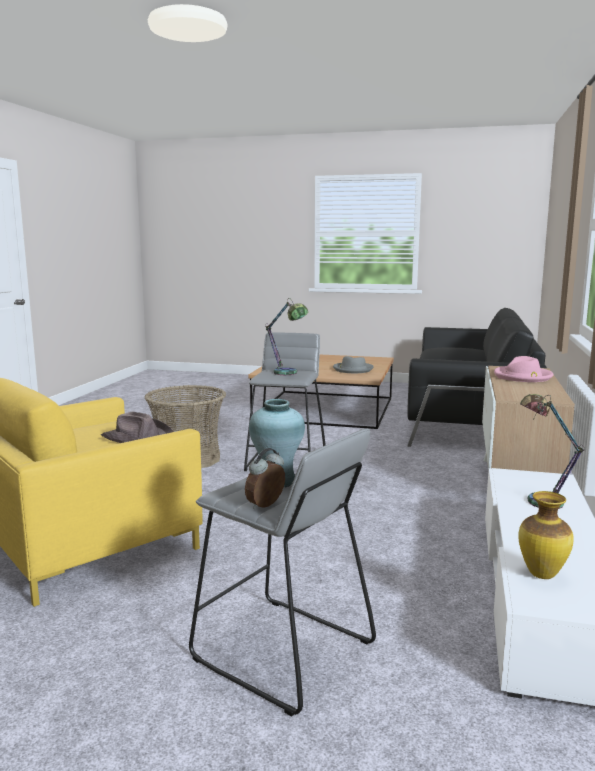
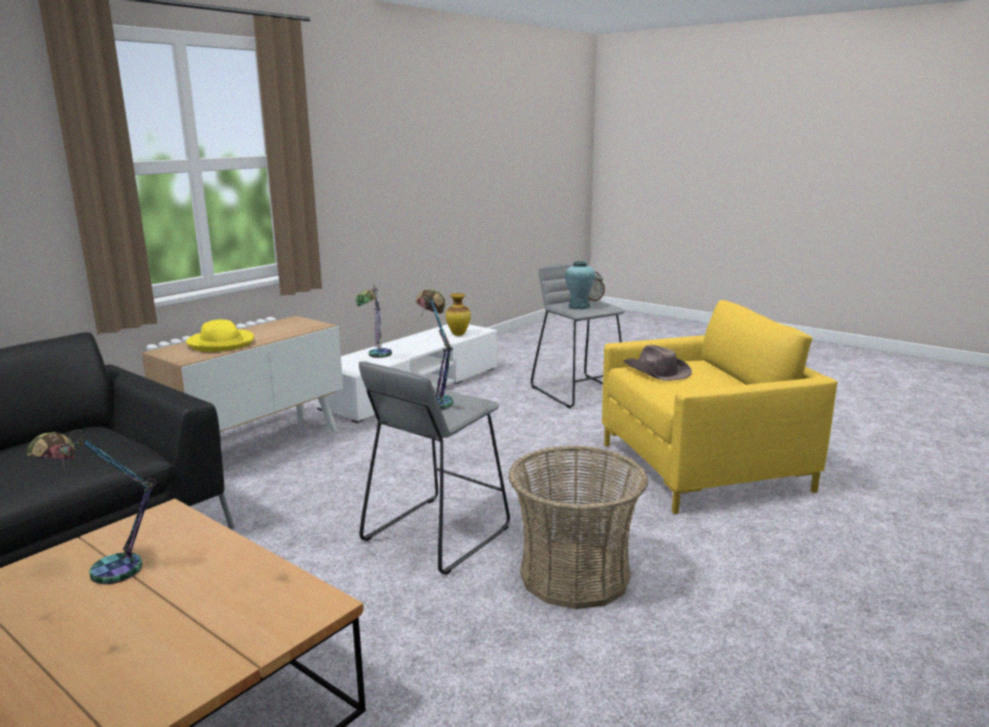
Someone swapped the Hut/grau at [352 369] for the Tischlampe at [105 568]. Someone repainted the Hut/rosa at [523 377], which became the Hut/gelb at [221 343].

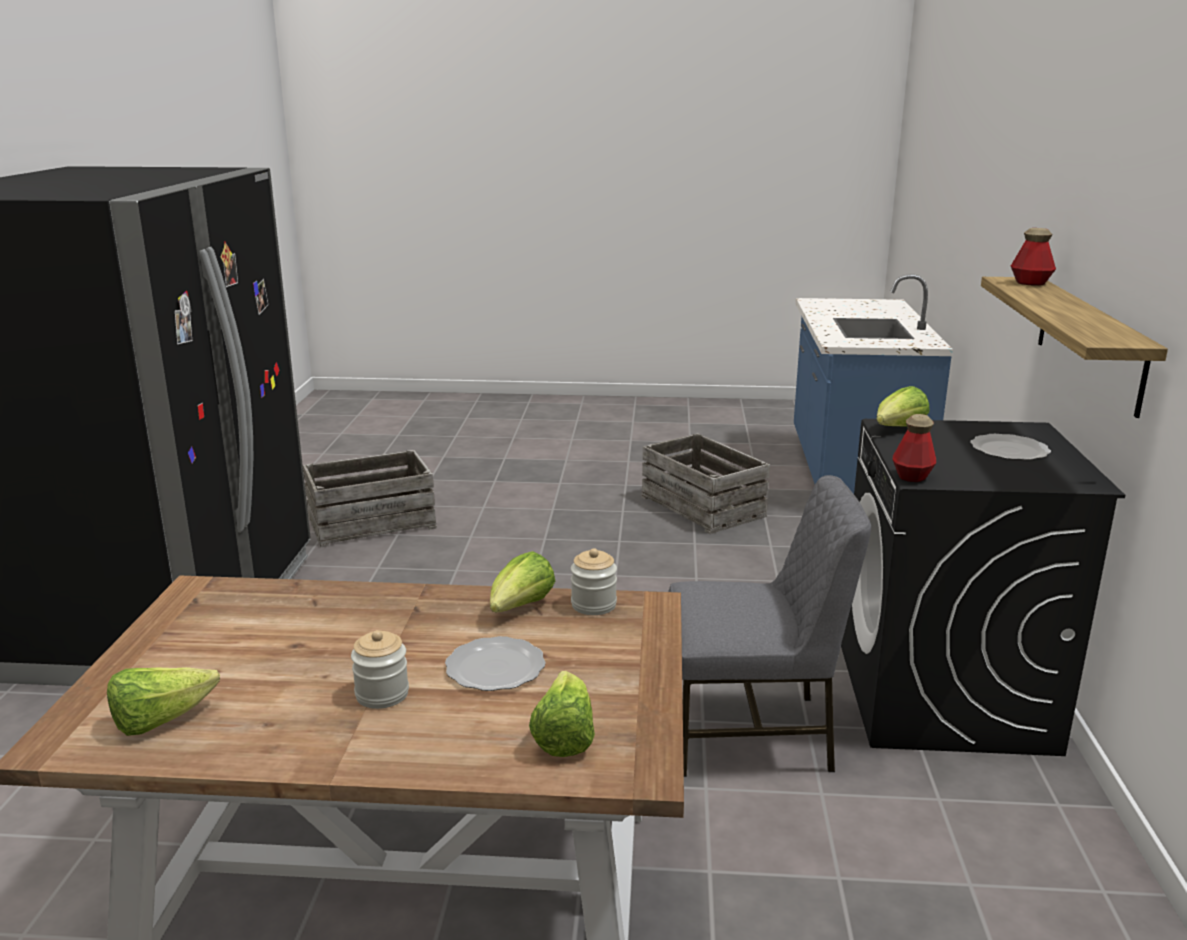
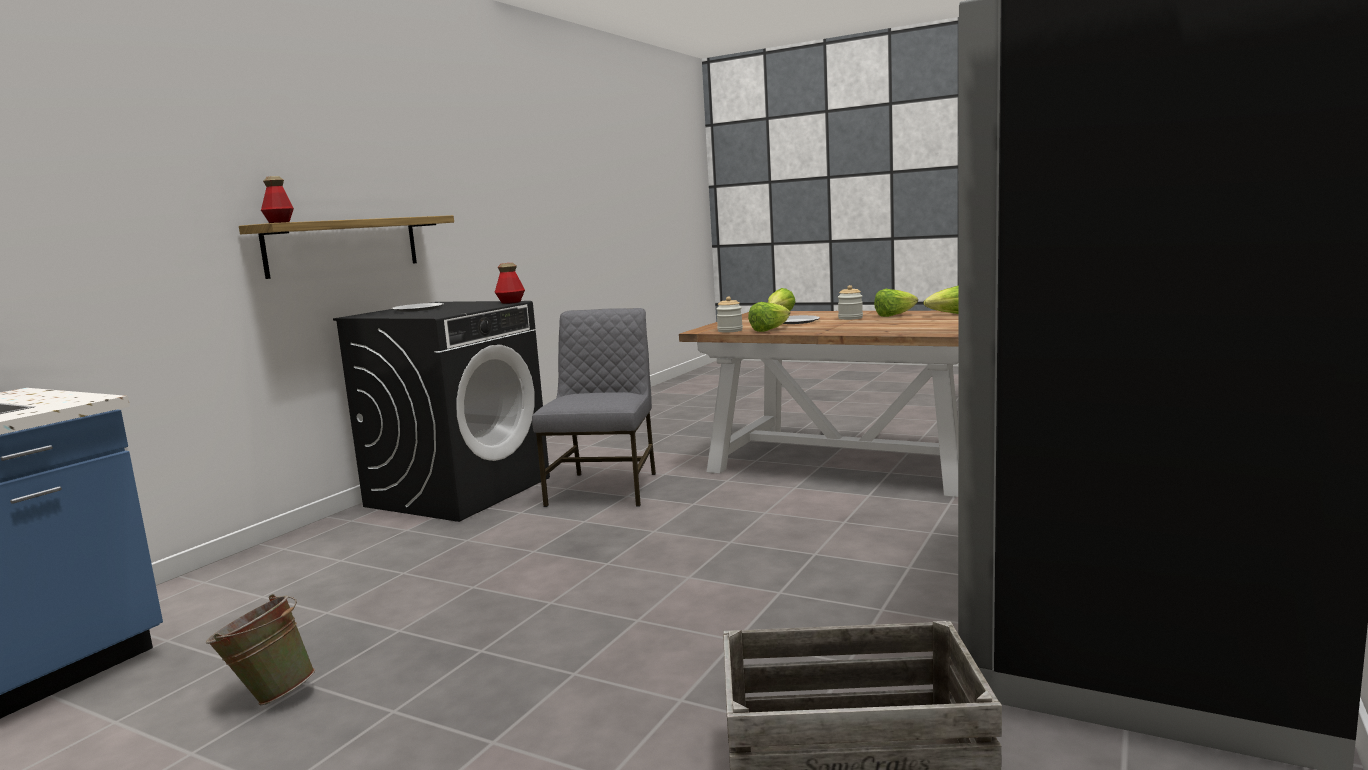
Someone carried the Salatkopf from [898 429] to [894 315]. Someone swapped the Kiste at [703 506] for the Eimer/grün at [269 695]. Someone rotated the Stuhl/grau at [752 733] by 75 degrees clockwise.

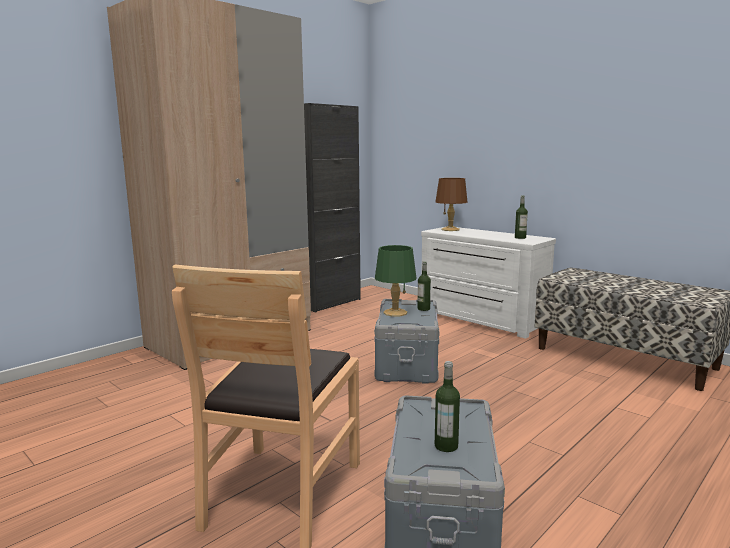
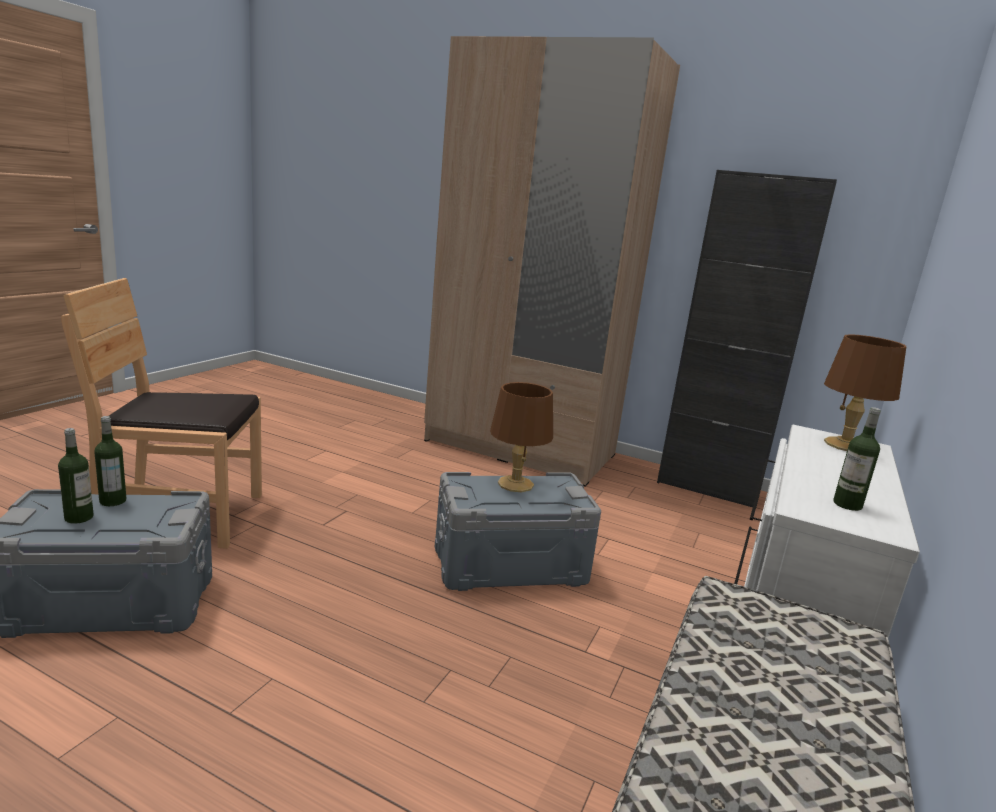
Someone repainted the Tischlampe/grün at [395 312], which became the Tischlampe/braun at [516 484]. Someone carried the Flasche from [423 309] to [113 501].

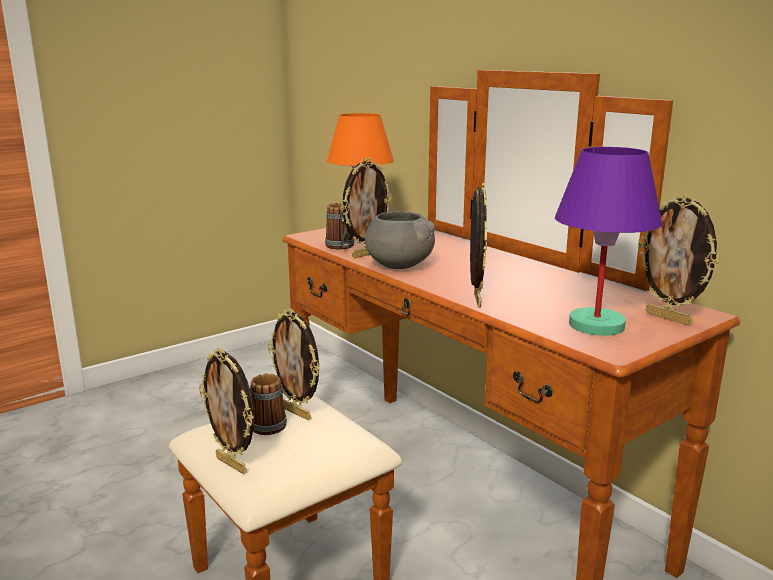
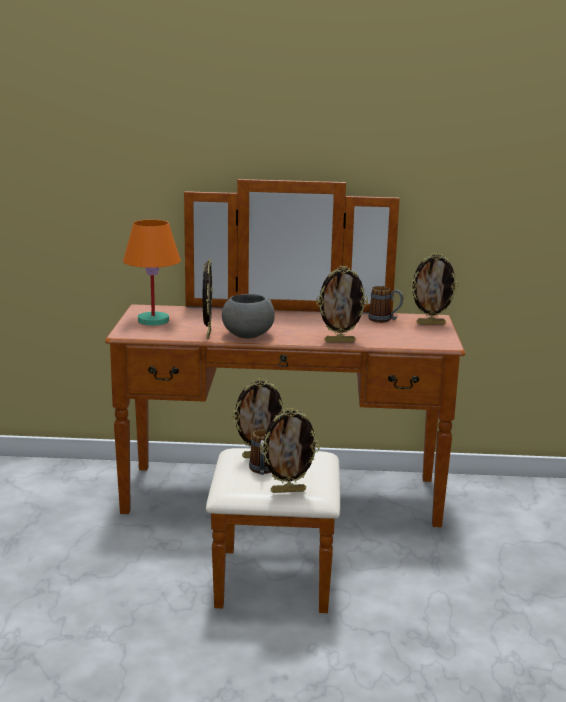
Someone took away the Tischlampe/lila at [596 325]. Someone rotated the Bilderrahmen at [475 300] by 135 degrees clockwise. Someone carried the Henkelbecher from [341 247] to [384 320].

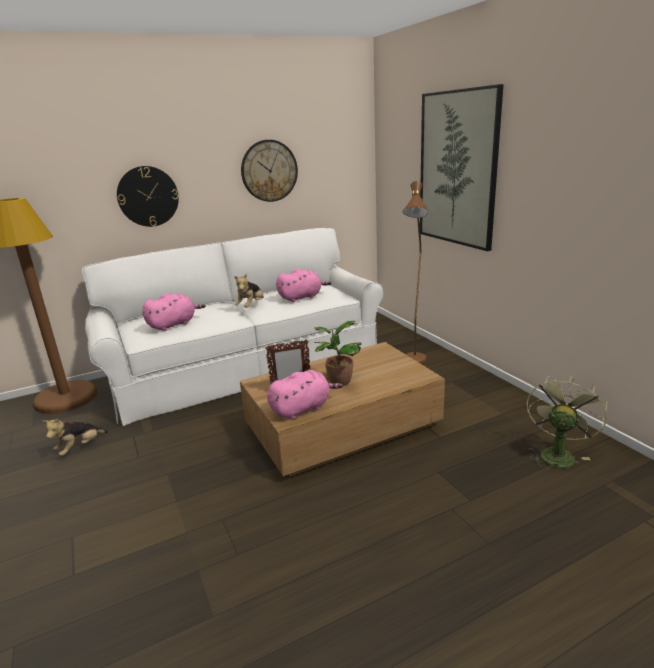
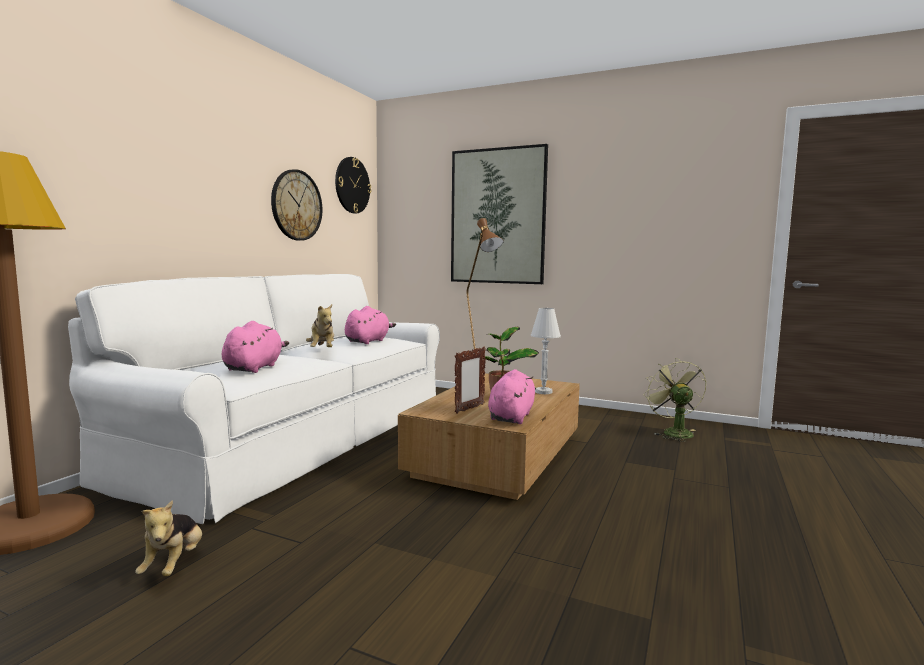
Someone carried the Wanduhr from [148 196] to [352 185]. Someone put down the Tischlampe/weiß at [543 392].

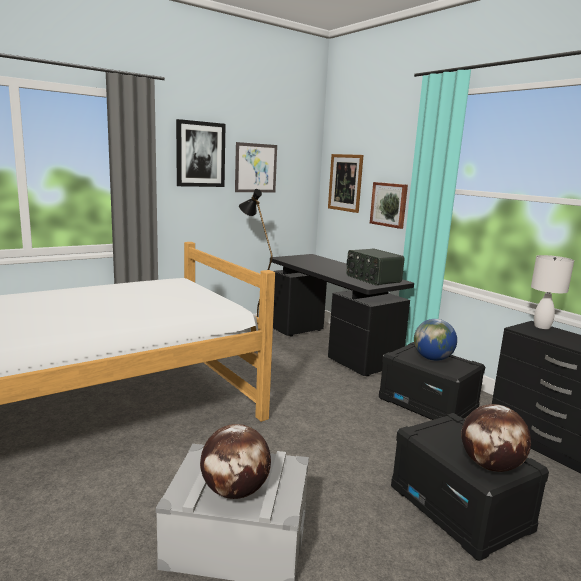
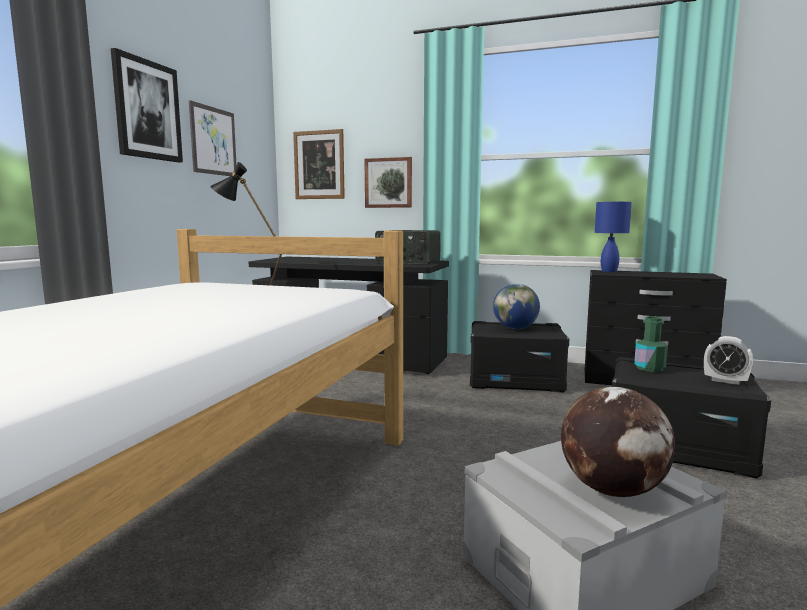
Someone repainted the Tischlampe/weiß at [541 326], which became the Tischlampe/blau at [608 271]. Someone swapped the Globus at [491 466] for the Wecker at [725 381]. Someone put down the Flasche/grün at [649 368].

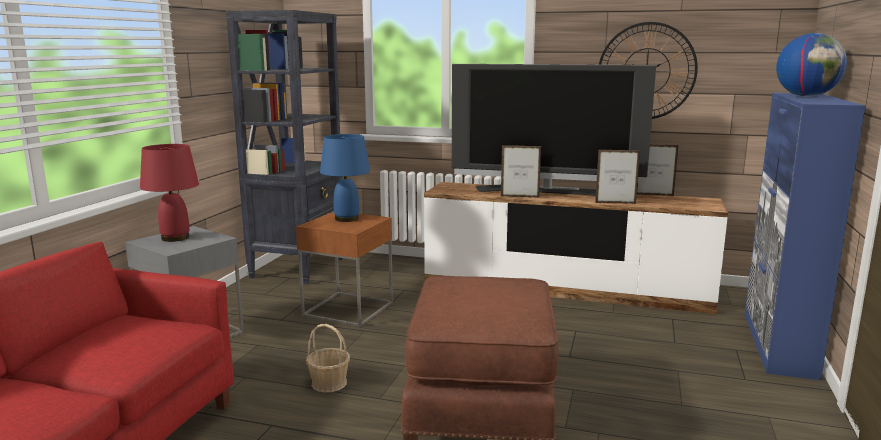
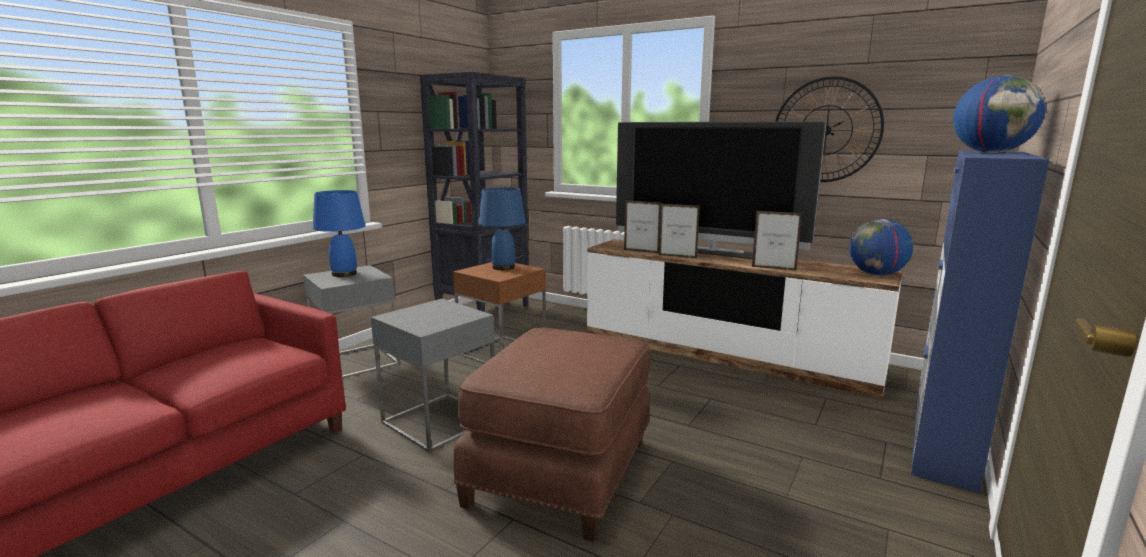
Someone repainted the Tischlampe/rot at [176 238], which became the Tischlampe/blau at [344 274]. Someone carried the Bilderrahmen from [654 195] to [641 251]. Someone swapped the Korb at [329 383] for the Beistelltisch/grau at [439 421]. Someone put down the Globus at [876 274].

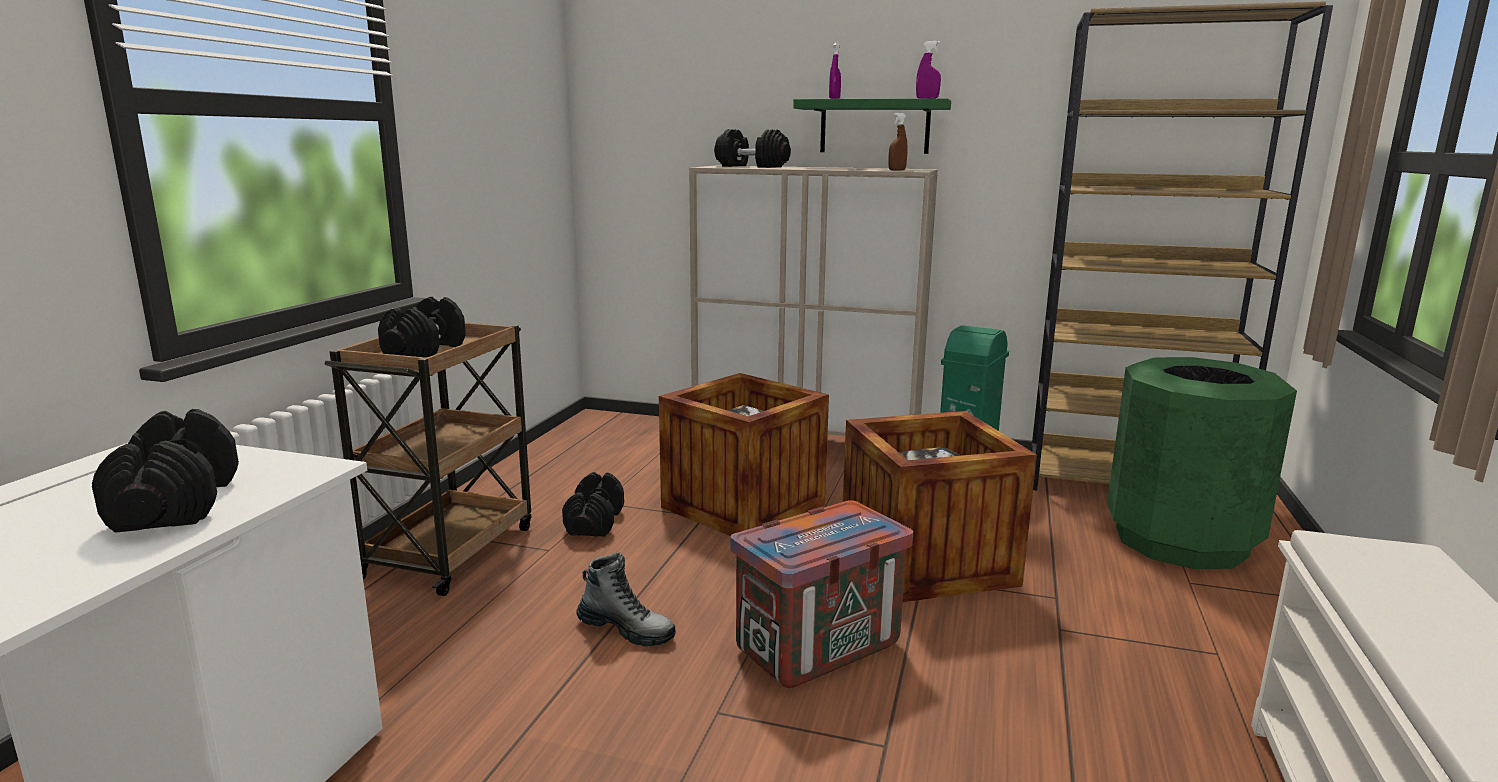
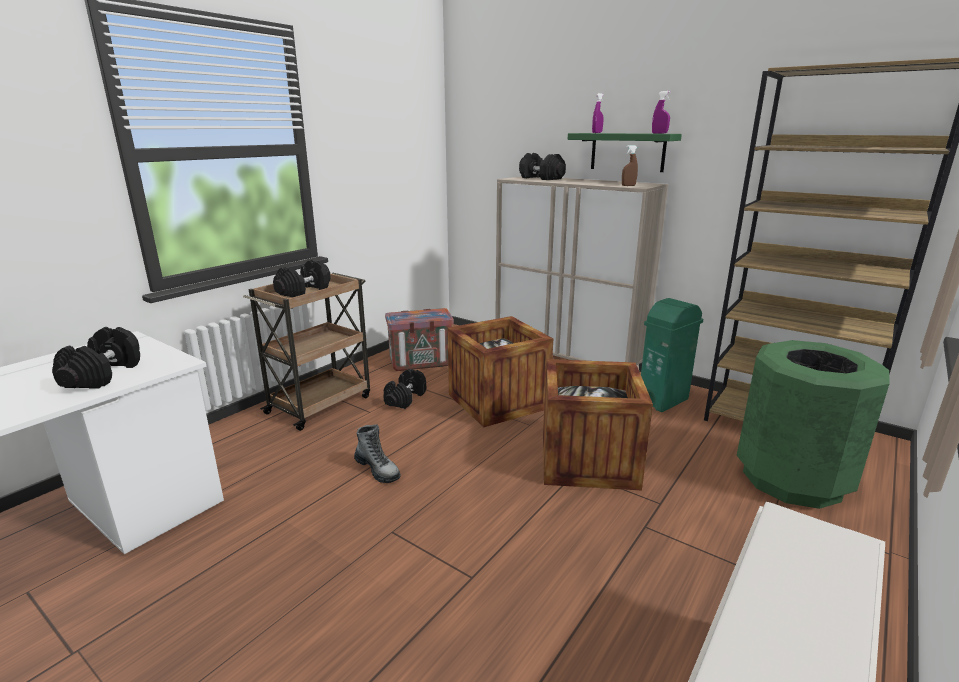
Someone carried the Kiste from [819 647] to [421 362].

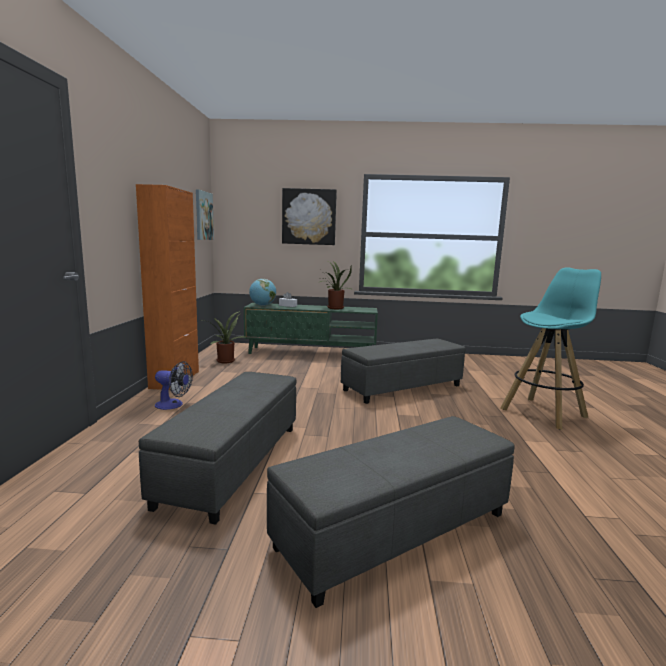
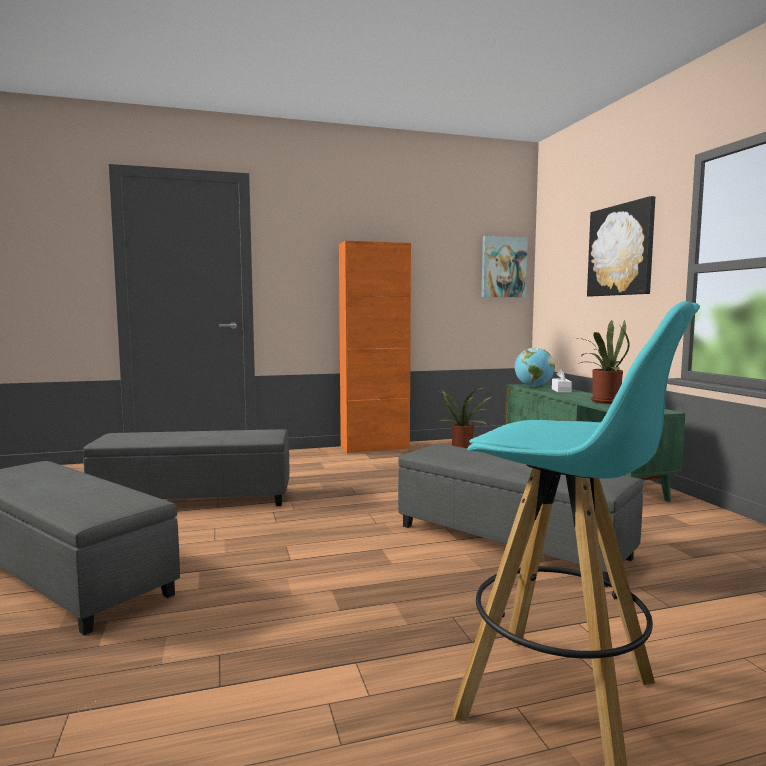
Someone took away the Ventilator at [173 405].

